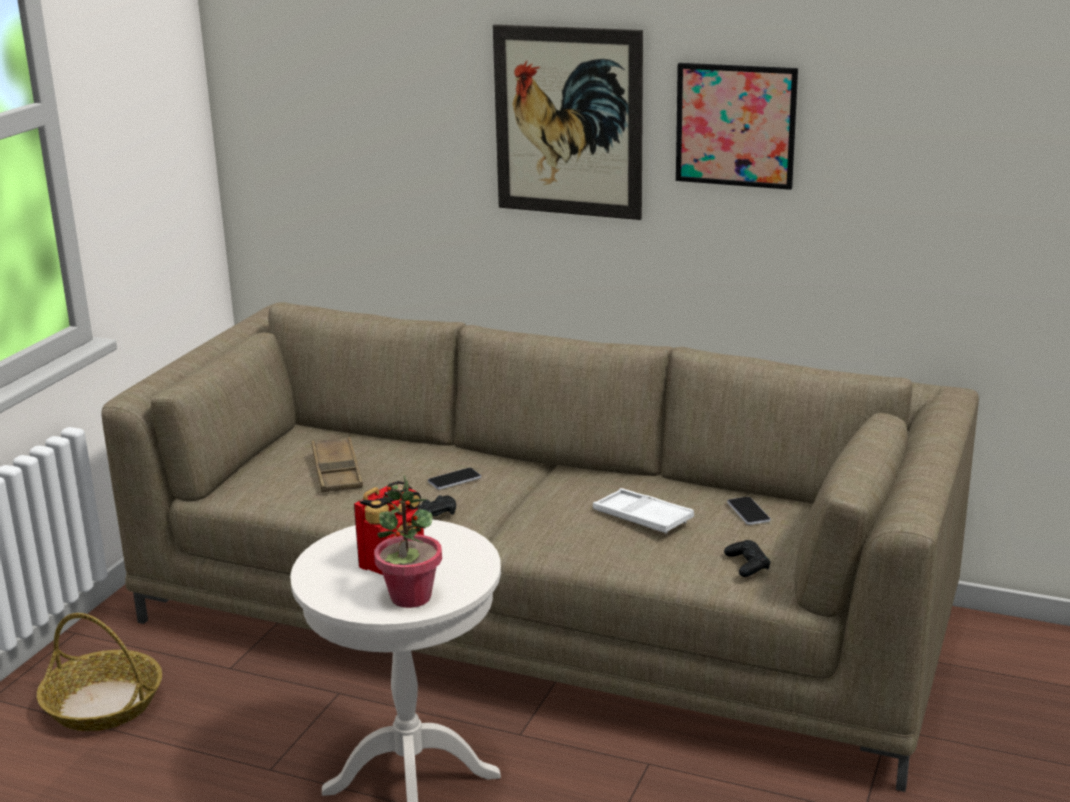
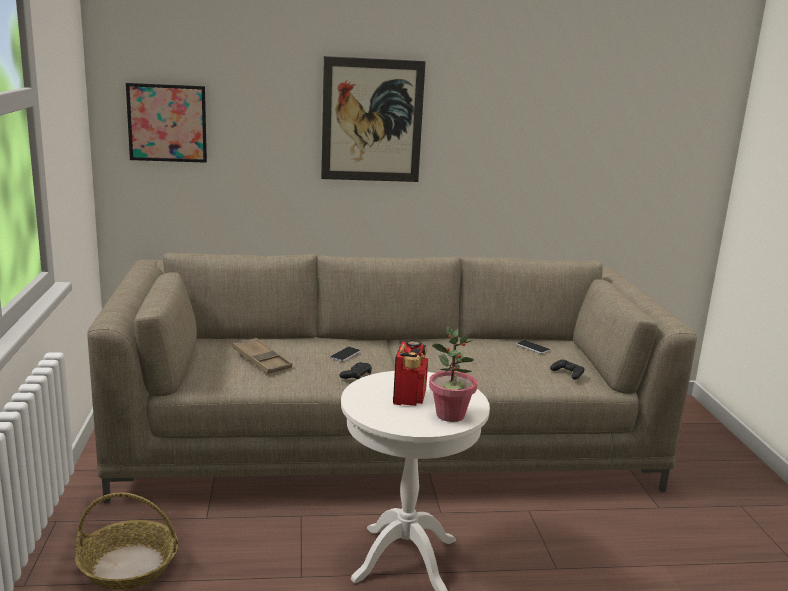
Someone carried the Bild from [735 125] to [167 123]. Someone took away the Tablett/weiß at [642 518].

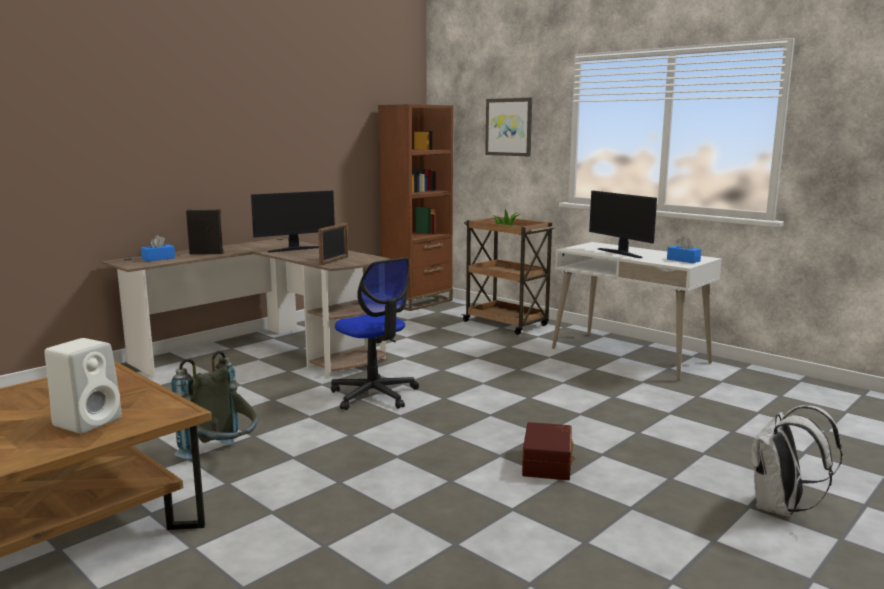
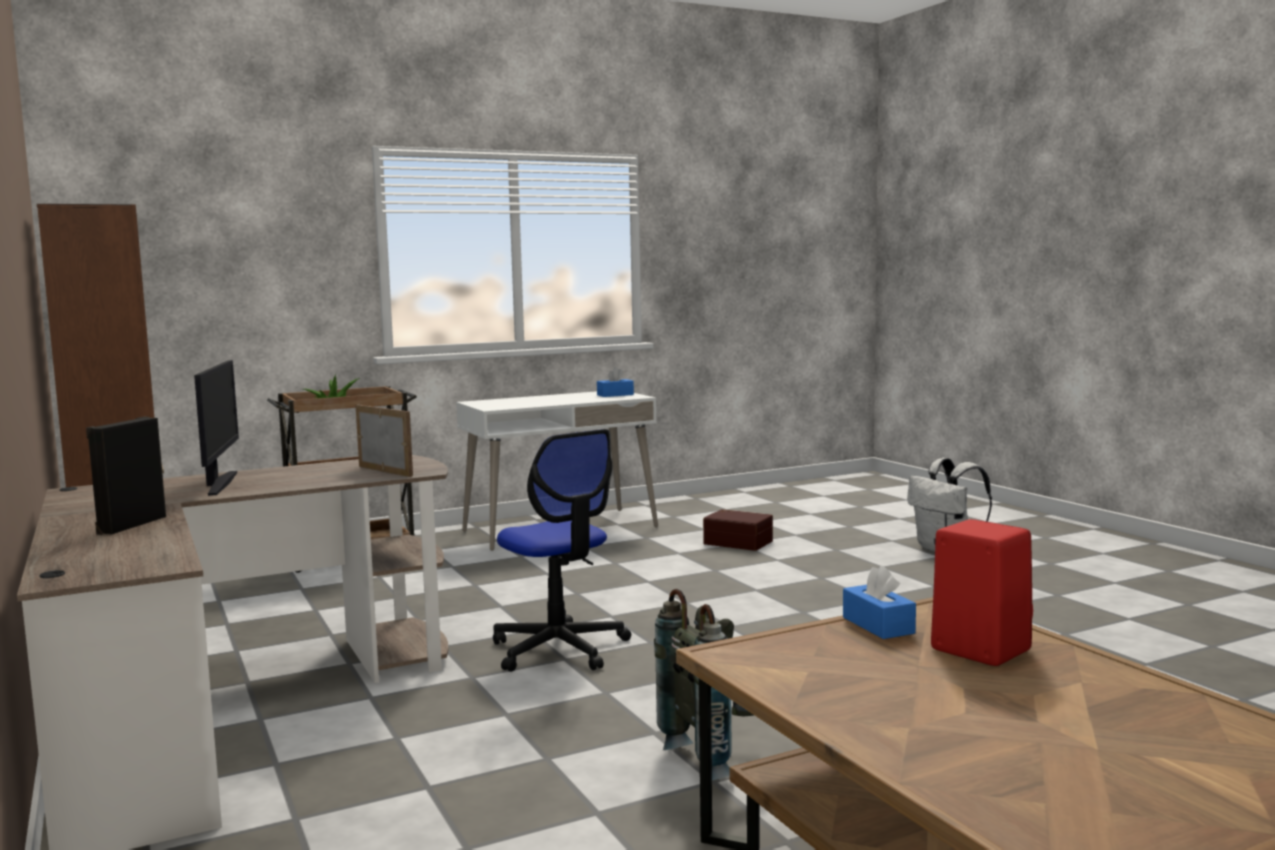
Someone took away the Bild at [509 127]. Someone took away the Monitor at [620 253]. Someone carried the Taschentuchbox/blau from [158 258] to [878 625]. Someone rotated the Bürostuhl at [374 395] by 75 degrees clockwise. Someone repainted the Lautsprecher/weiß at [89 421], which became the Lautsprecher/rot at [977 649]. Someone carried the Aufbewahrungsbox/braun from [549 463] to [738 542].

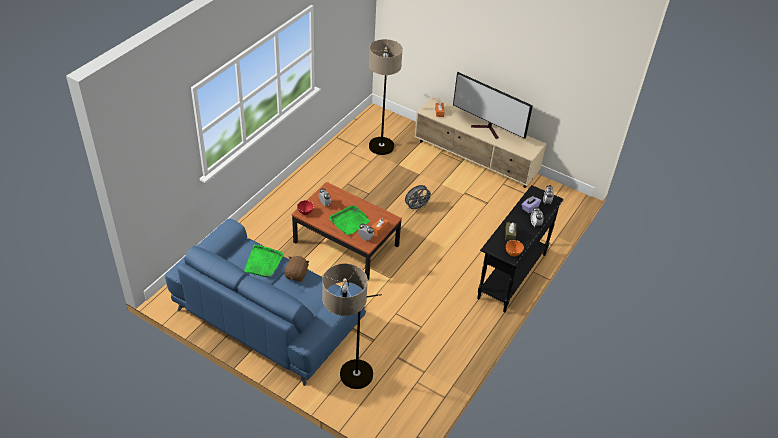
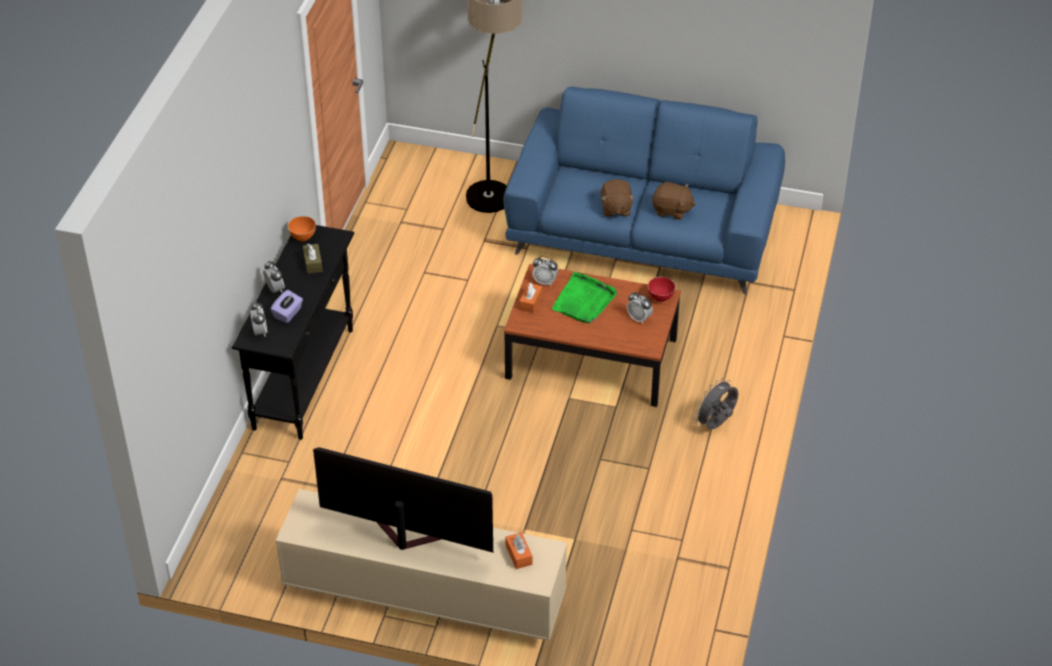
Someone took away the Stehlampe at [380 153]. Someone carried the Ventilator/grau from [416 207] to [716 424]. Someone swapped the Tablett/grün at [263 262] for the Plüschtier/braun at [672 210].

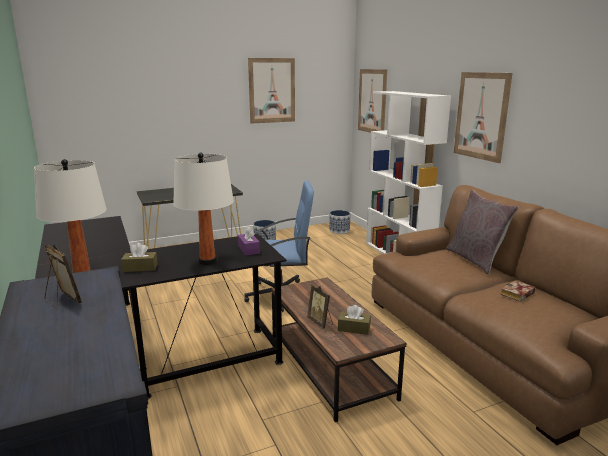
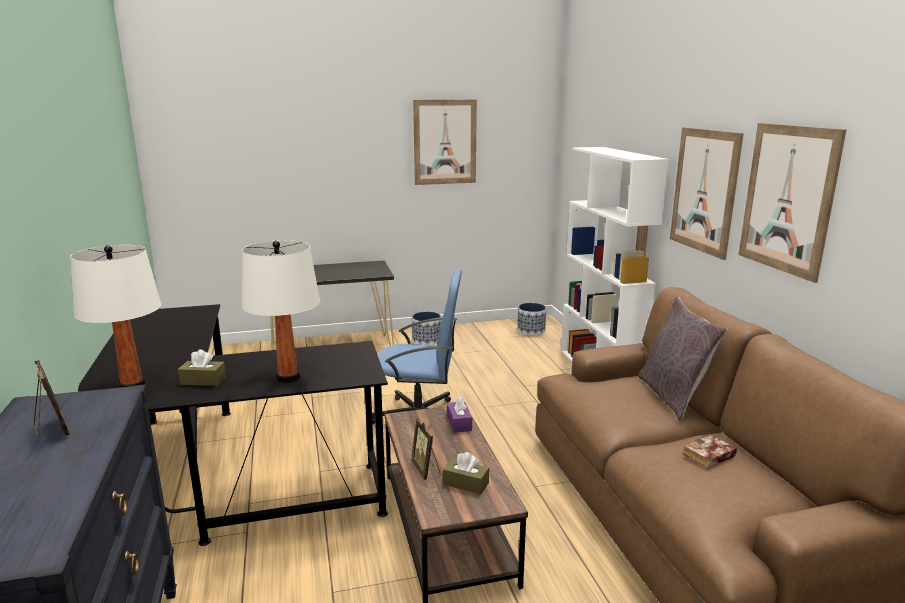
Someone carried the Bild from [372 101] to [787 199]. Someone carried the Taschentuchbox/lila from [248 249] to [459 423].

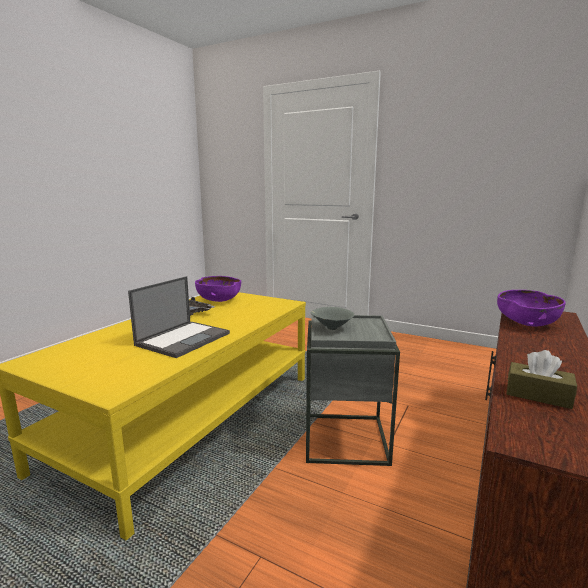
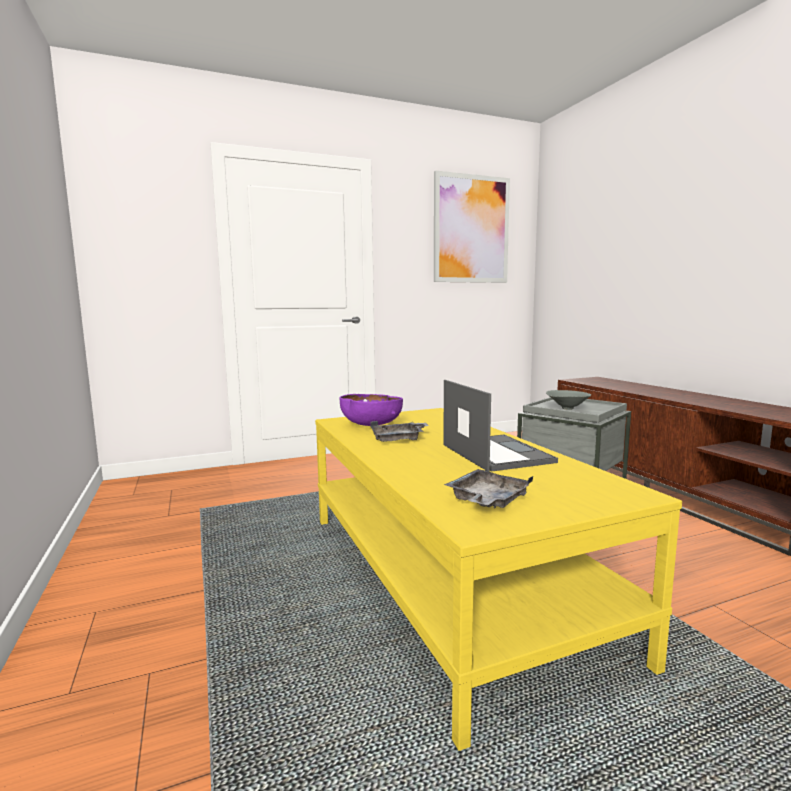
Someone took away the Schüssel/lila at [527 323]. Someone took away the Taschentuchbox/braun at [538 395]. Someone put up the Bild at [471 229]. Someone put down the Tablett/grau at [487 500].

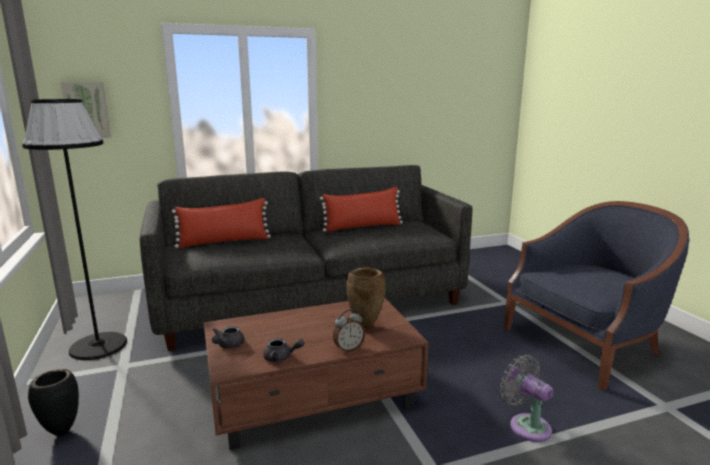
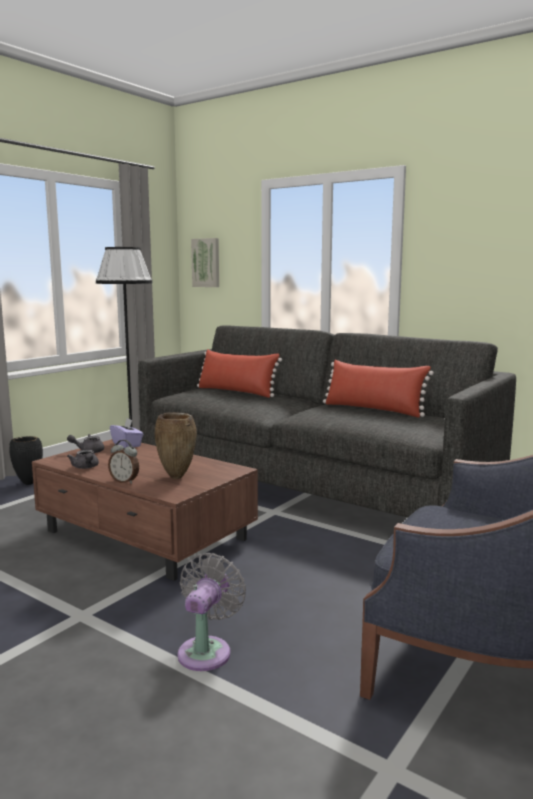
Someone put down the Taschentuchbox/lila at [127 445].

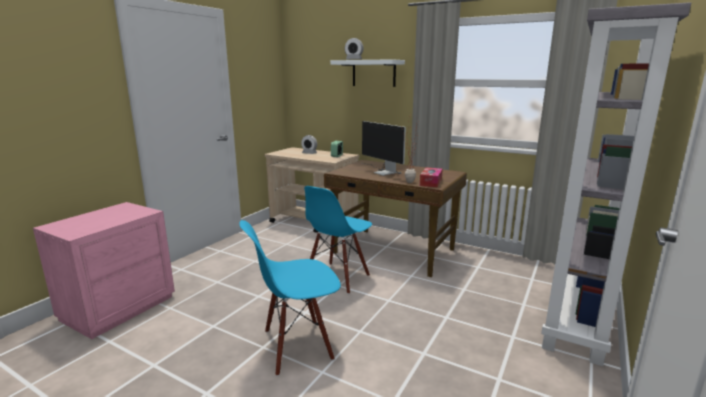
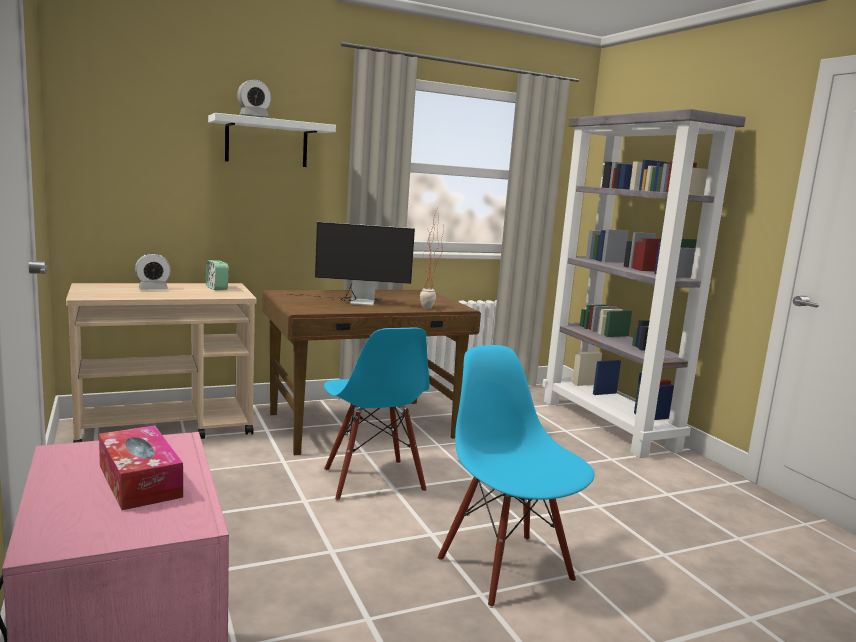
Someone carried the Taschentuchbox from [431 182] to [140 481]. Someone rotated the Stuhl/blau at [297 346] by 135 degrees clockwise.

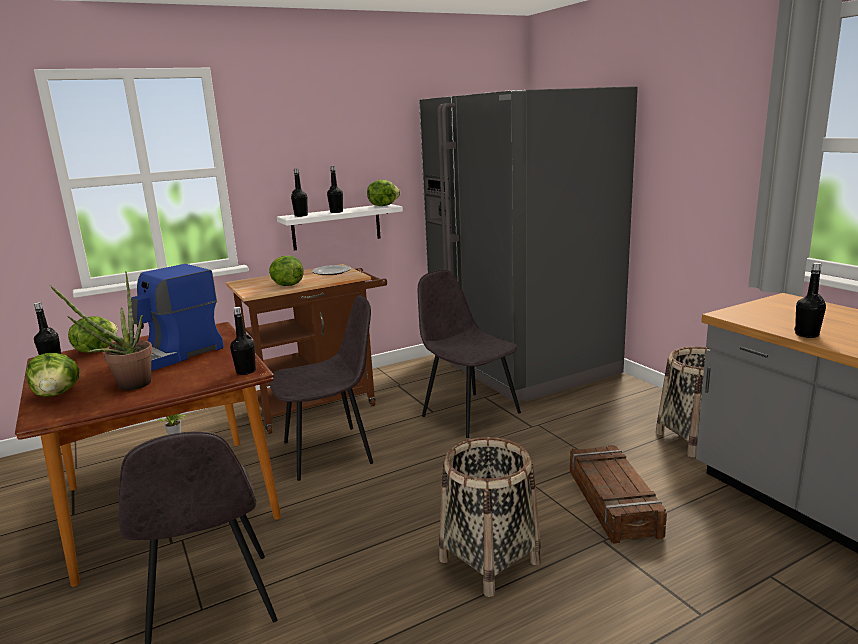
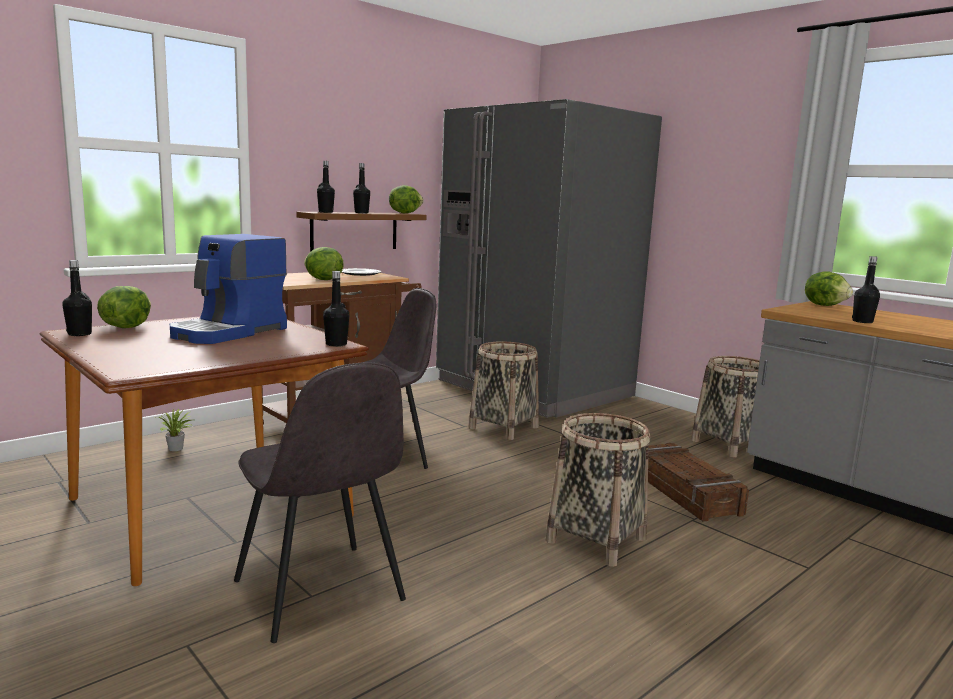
Someone repainted the Wandregal/weiß at [336 227], which became the Wandregal/braun at [354 231]. Someone swapped the Stuhl/grau at [469 413] for the Korb at [504 427]. Someone took away the Topfpflanze at [127 386]. Someone carried the Salatkopf from [57 394] to [825 305].

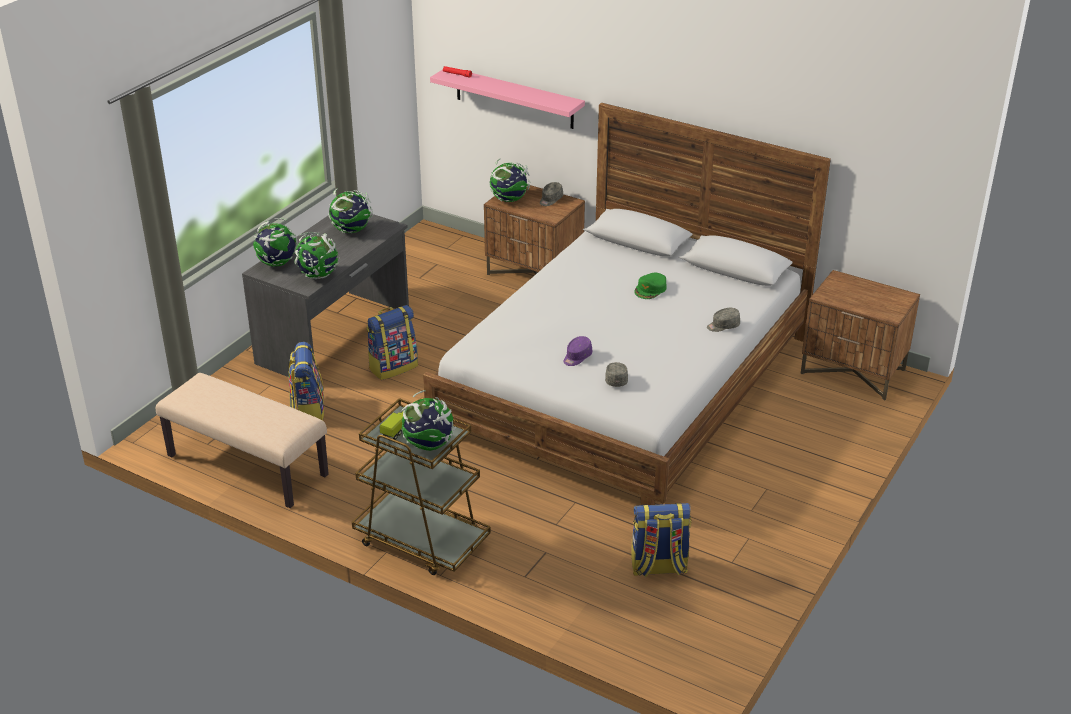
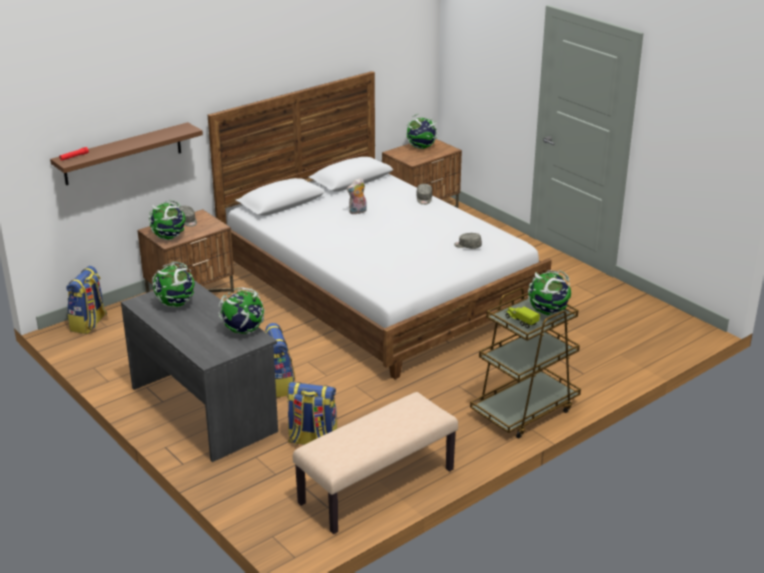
Someone repainted the Wandregal/rosa at [514 98], which became the Wandregal/braun at [123 154]. Someone carried the Globus from [277 264] to [421 147]. Someone swapped the Kappe/grün at [650 289] for the Plüschtier at [357 212]. Someone took away the Kappe/lila at [577 357]. Someone carried the Rucksack from [658 567] to [89 324].

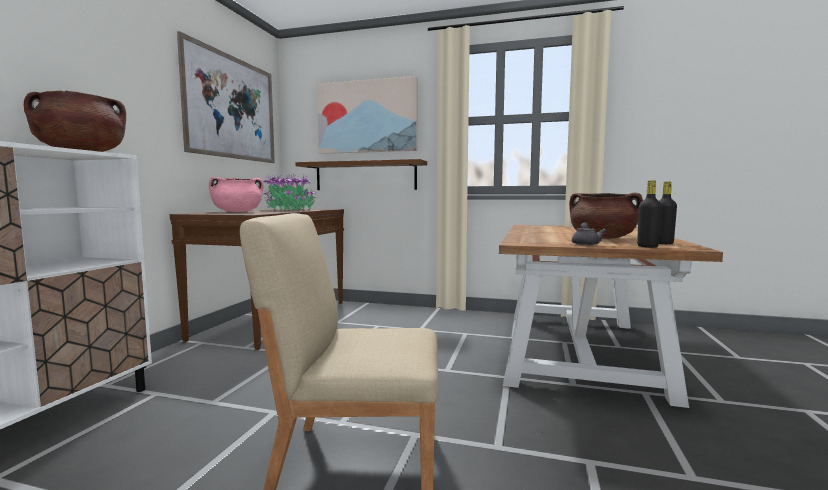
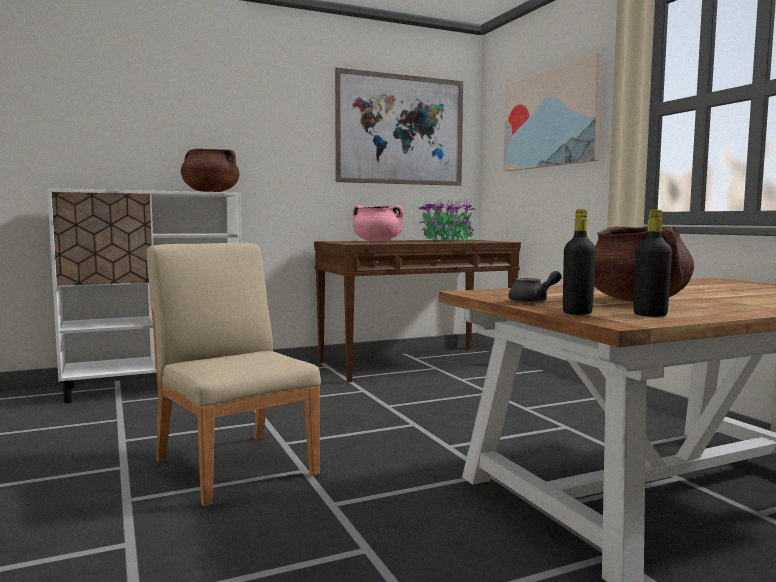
Someone took away the Wandregal/braun at [365 176].

